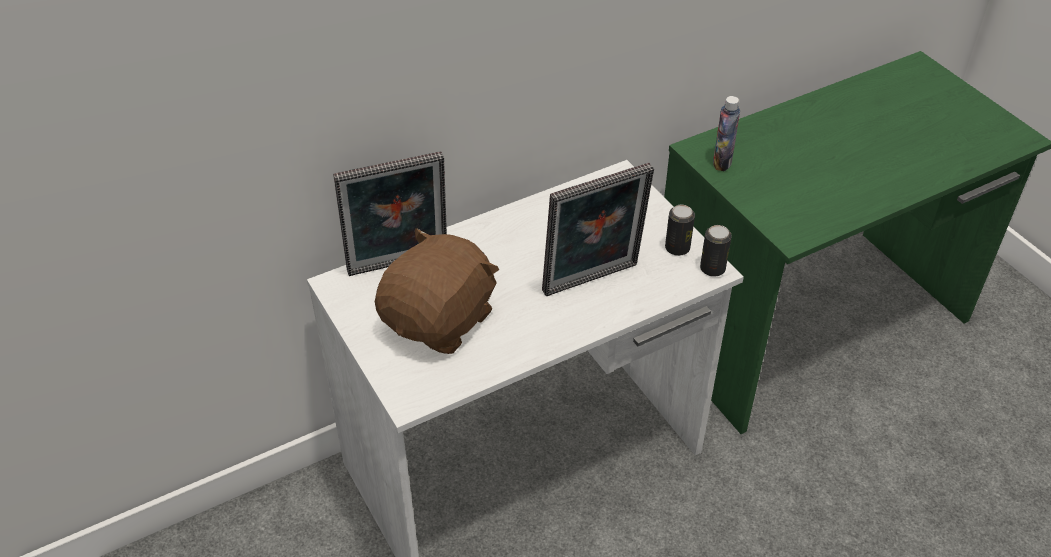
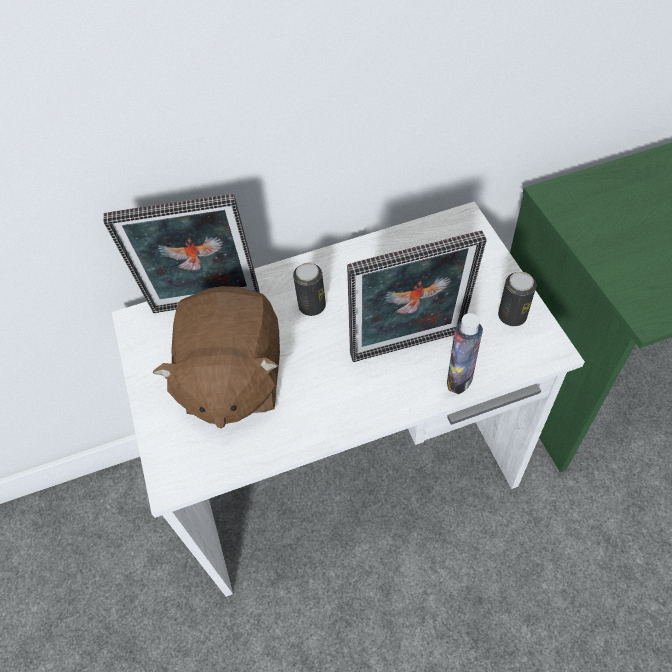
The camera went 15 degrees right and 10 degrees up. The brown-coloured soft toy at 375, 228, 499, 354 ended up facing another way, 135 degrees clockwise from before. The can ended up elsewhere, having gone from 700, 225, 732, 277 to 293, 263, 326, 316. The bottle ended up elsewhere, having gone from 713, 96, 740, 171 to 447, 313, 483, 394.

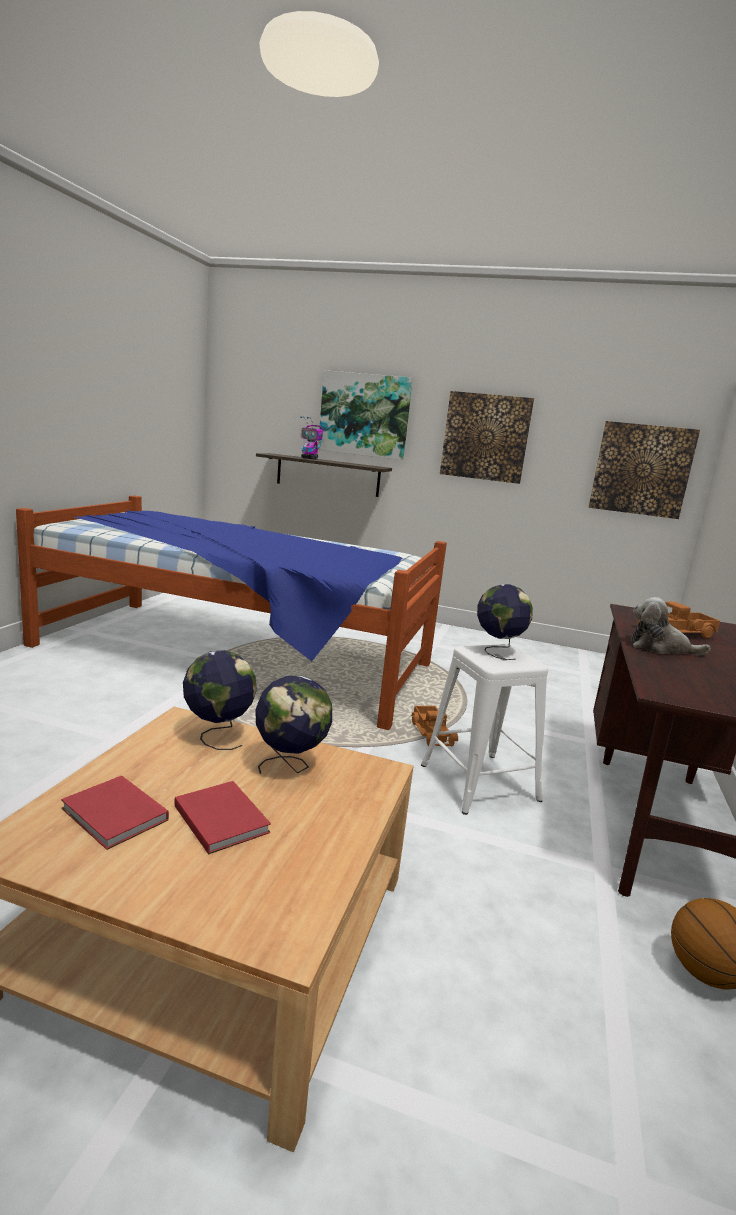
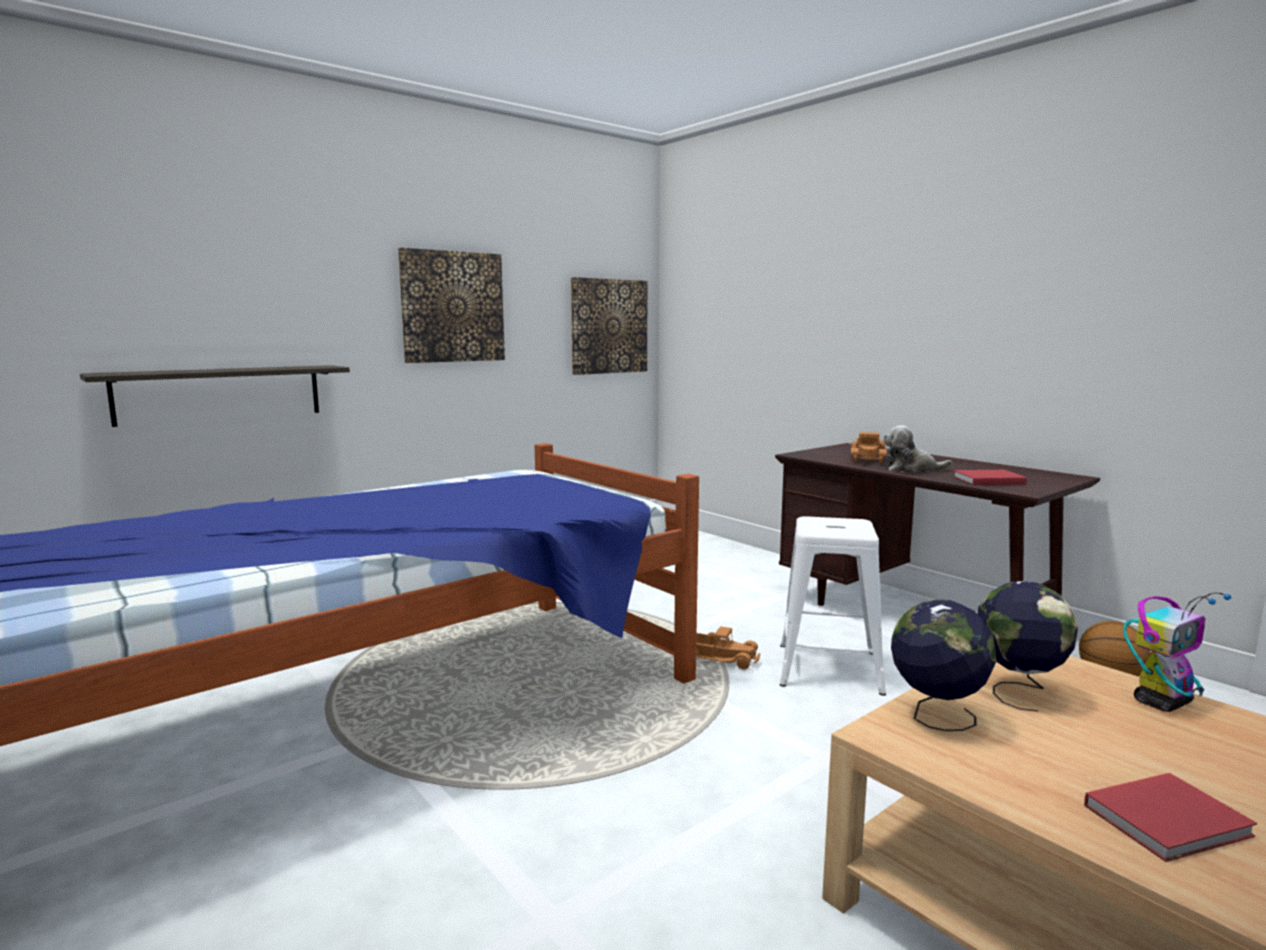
The camera went 55 degrees left and 5 degrees down. The soft toy at 631, 597, 711, 655 ended up facing another way, 45 degrees clockwise from before. The reddish book ended up elsewhere, having gone from 175, 781, 271, 854 to 953, 470, 1027, 485. The robot figure ended up elsewhere, having gone from 300, 416, 323, 460 to 1123, 592, 1231, 712. The second view lost the wall picture at 318, 370, 413, 460. The second view lost the desk globe at 477, 584, 533, 660.

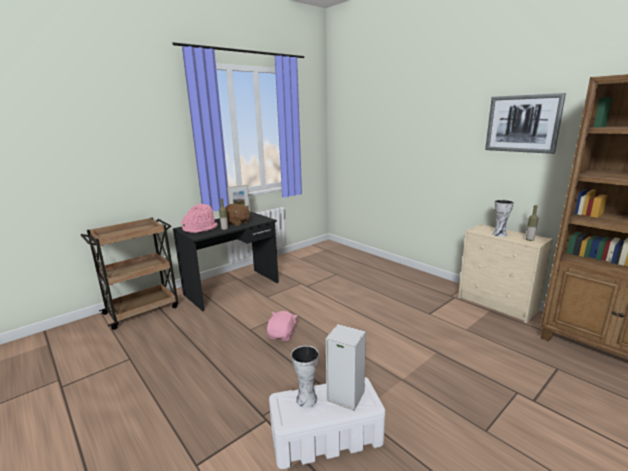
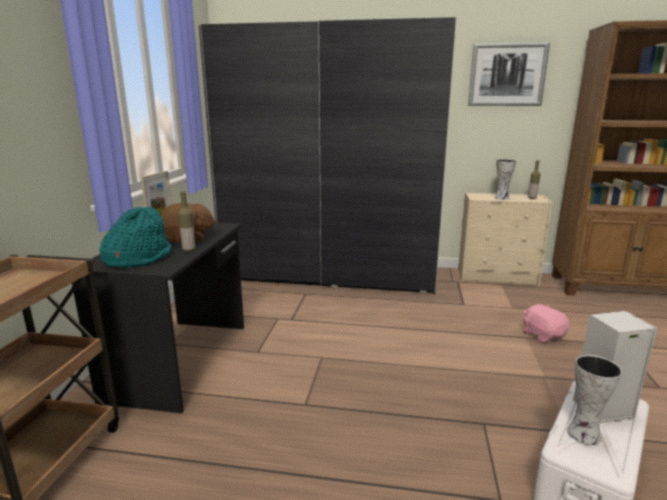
The camera went 40 degrees left and 0 degrees up. What was the pink hat at 181, 204, 218, 233 turned into the turquoise hat at 99, 207, 172, 267. The second view gained the gray wardrobe at 199, 17, 457, 294. The pink soft toy ended up elsewhere, having gone from 267, 311, 297, 341 to 523, 304, 569, 343.

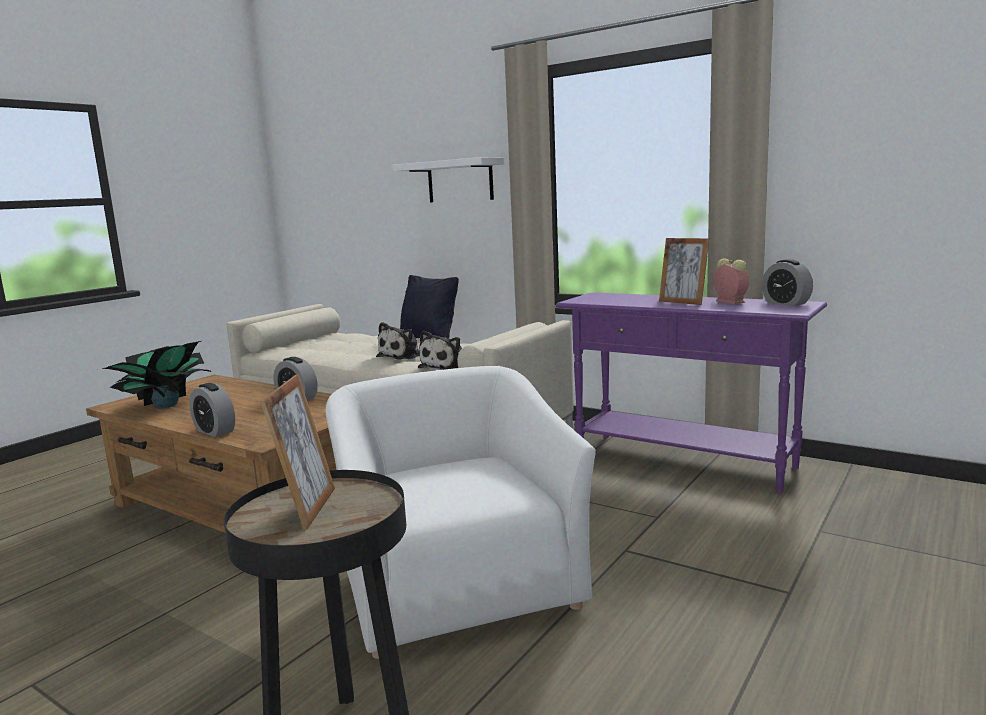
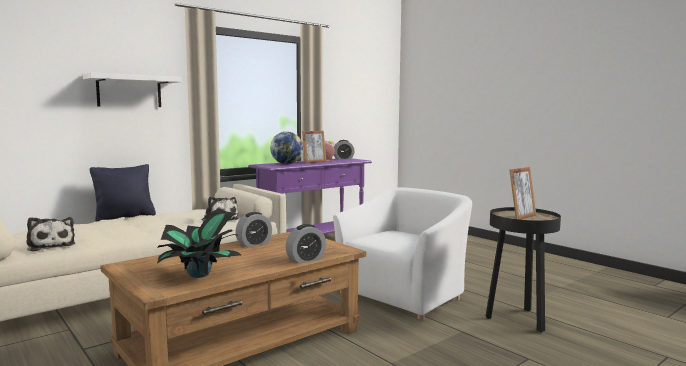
The camera went 75 degrees left and 5 degrees down. The soft toy ended up elsewhere, having gone from 376, 322, 420, 360 to 26, 217, 75, 252. The second view gained the desk globe at 270, 132, 303, 164. The whitish armchair at 326, 366, 596, 659 ended up facing another way, 135 degrees clockwise from before. The standing frame at 260, 374, 335, 530 ended up facing another way, 120 degrees clockwise from before.

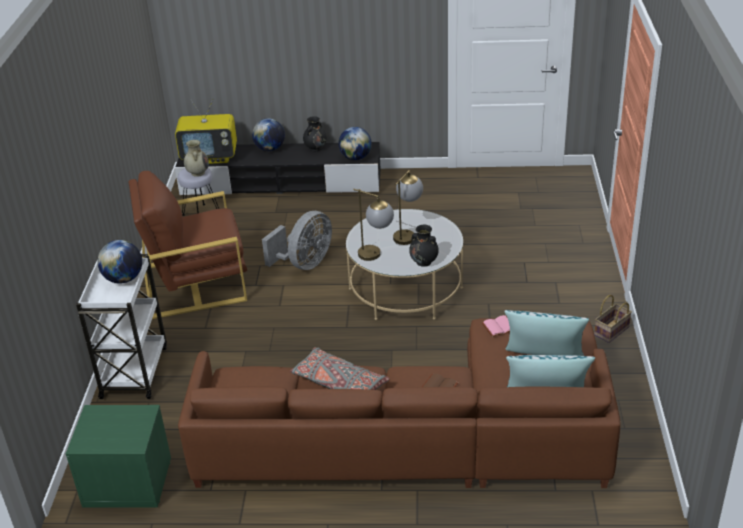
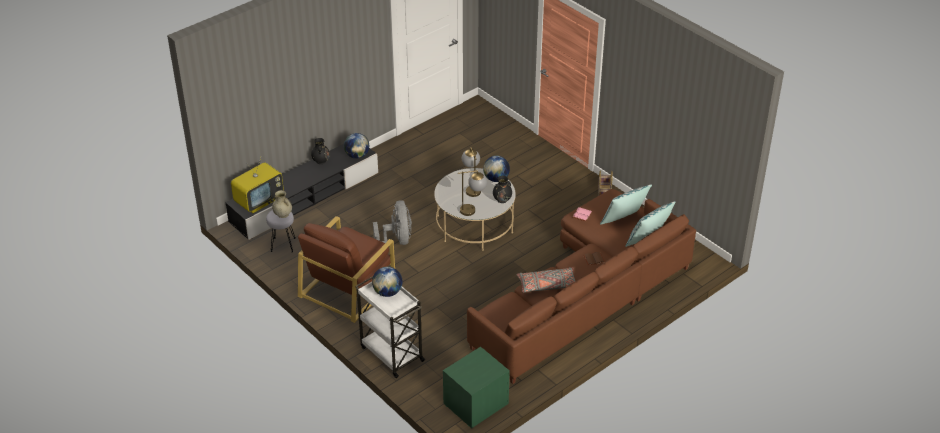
The camera went 45 degrees left and 5 degrees up. The desk globe ended up elsewhere, having gone from 252, 118, 285, 151 to 483, 156, 510, 182.

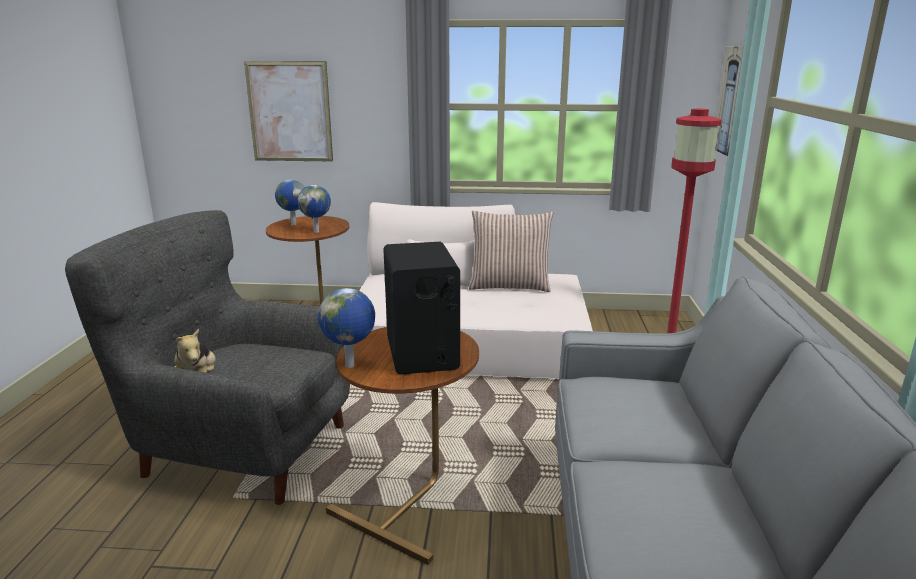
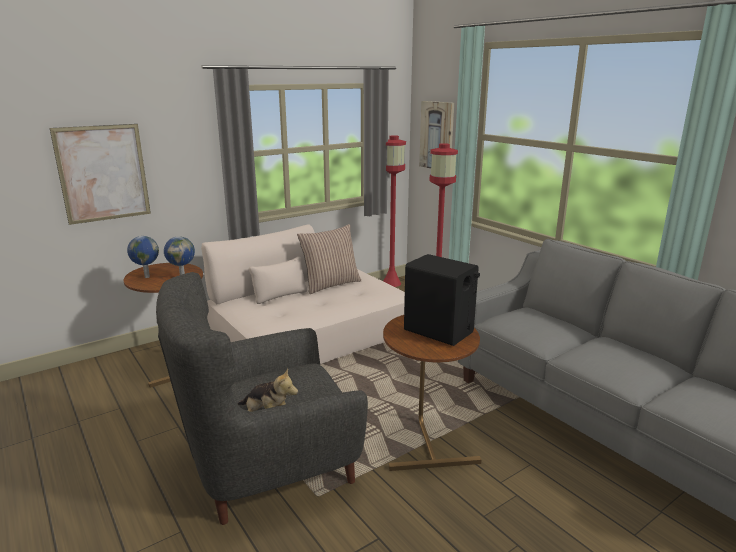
The camera went 40 degrees left and 0 degrees up. The second view gained the reddish standard lamp at 384, 135, 406, 287. The second view lost the desk globe at 318, 288, 375, 368.

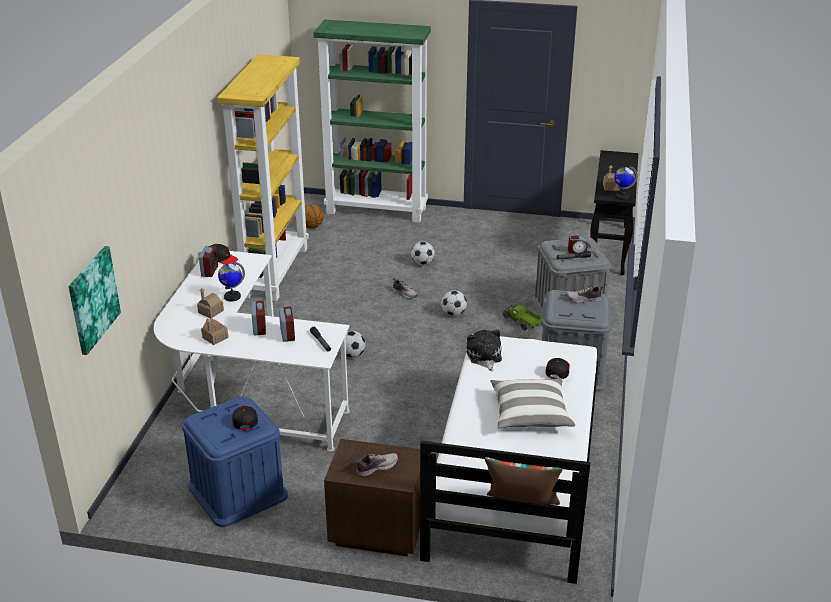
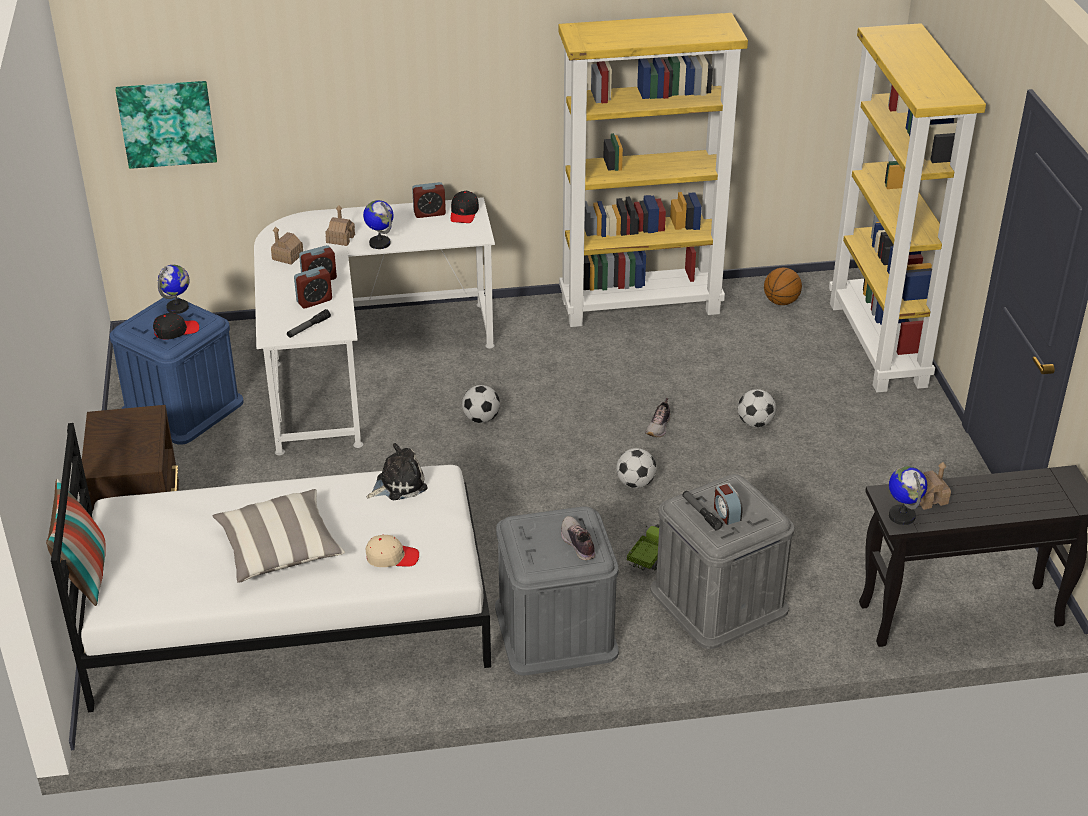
The camera went 70 degrees right and 5 degrees up. The second view gained the desk globe at 158, 265, 190, 314. What was the blackish baseball cap at 545, 358, 570, 379 turned into the sand-coloured baseball cap at 366, 535, 419, 567. What was the green shelving unit at 313, 20, 431, 222 turned into the yellowish shelving unit at 829, 23, 986, 393. The second view lost the item of footwear at 355, 453, 398, 476.

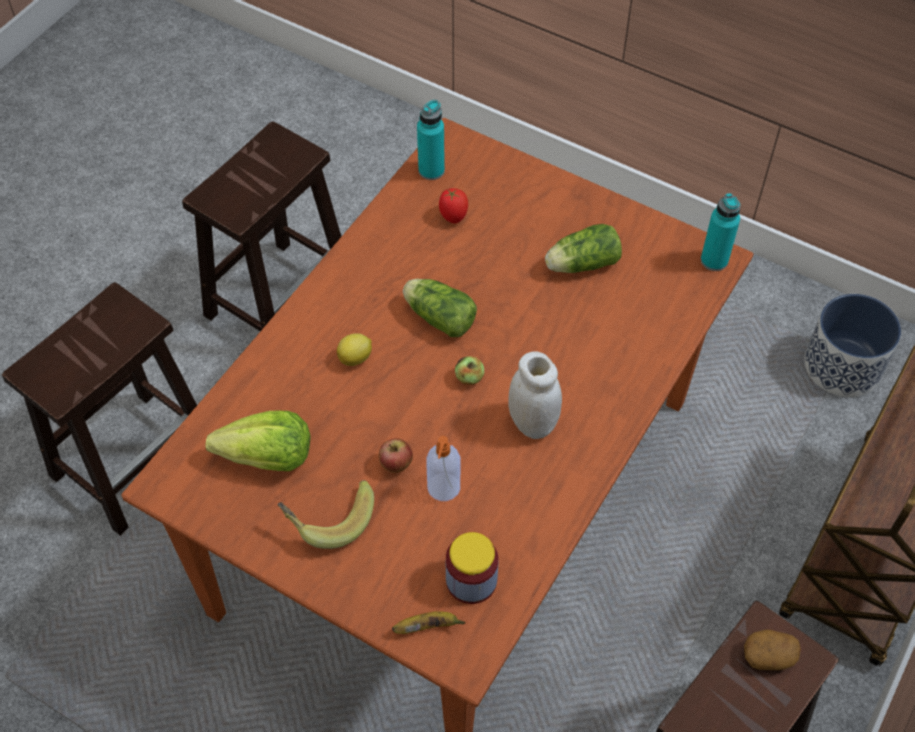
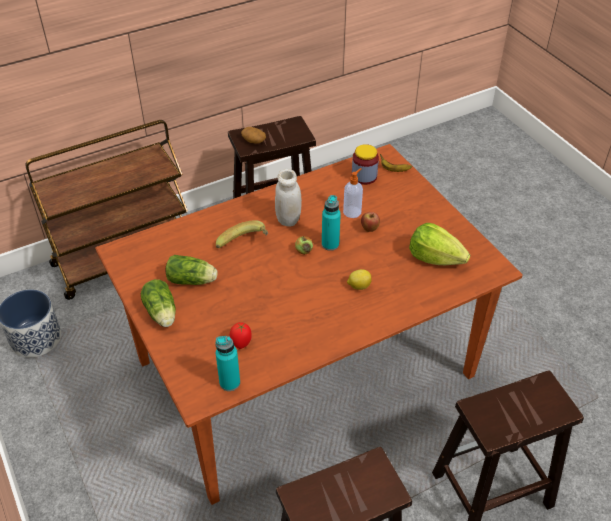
The camera went 150 degrees left and 10 degrees down. The lettuce head ended up elsewhere, having gone from 403, 279, 477, 337 to 141, 279, 176, 327. The whole banana ended up elsewhere, having gone from 278, 480, 374, 549 to 216, 220, 268, 248. The turquoise bottle ended up elsewhere, having gone from 701, 193, 740, 271 to 322, 195, 341, 251.

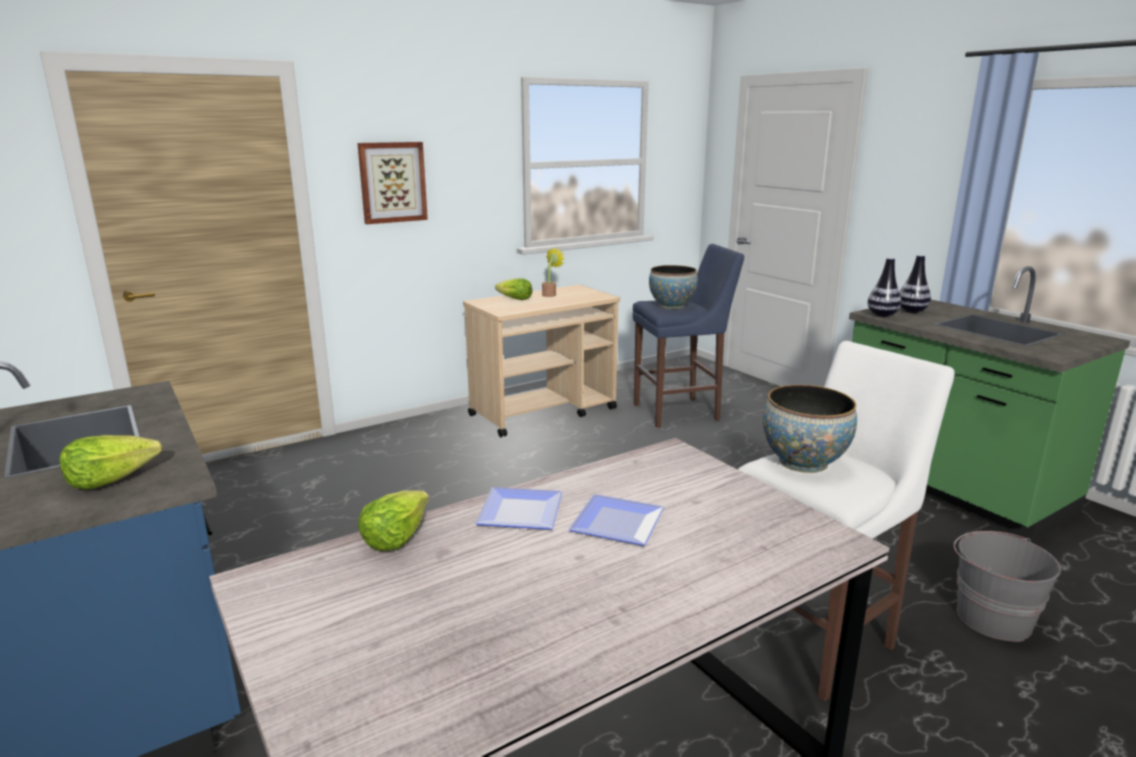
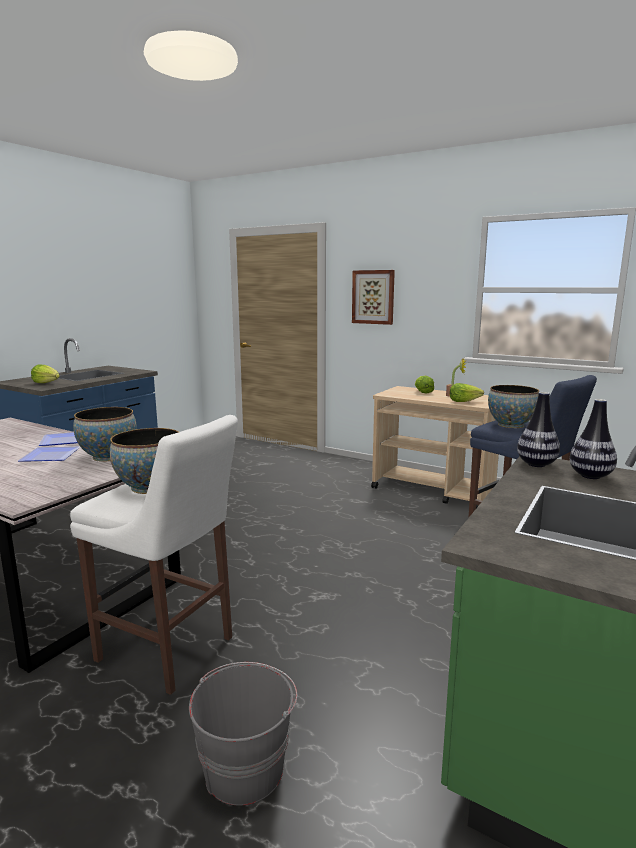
The camera went 65 degrees right and 5 degrees down. The second view gained the serving bowl at 73, 407, 137, 462. The lettuce head ended up elsewhere, having gone from 358, 491, 429, 551 to 450, 383, 484, 402.

